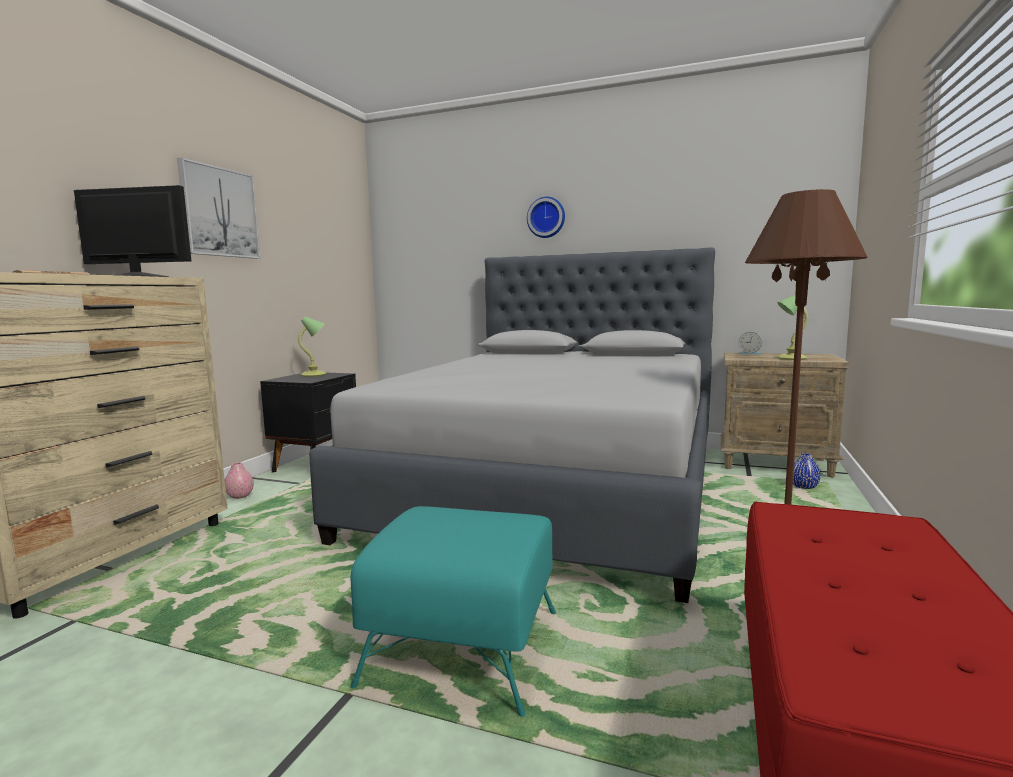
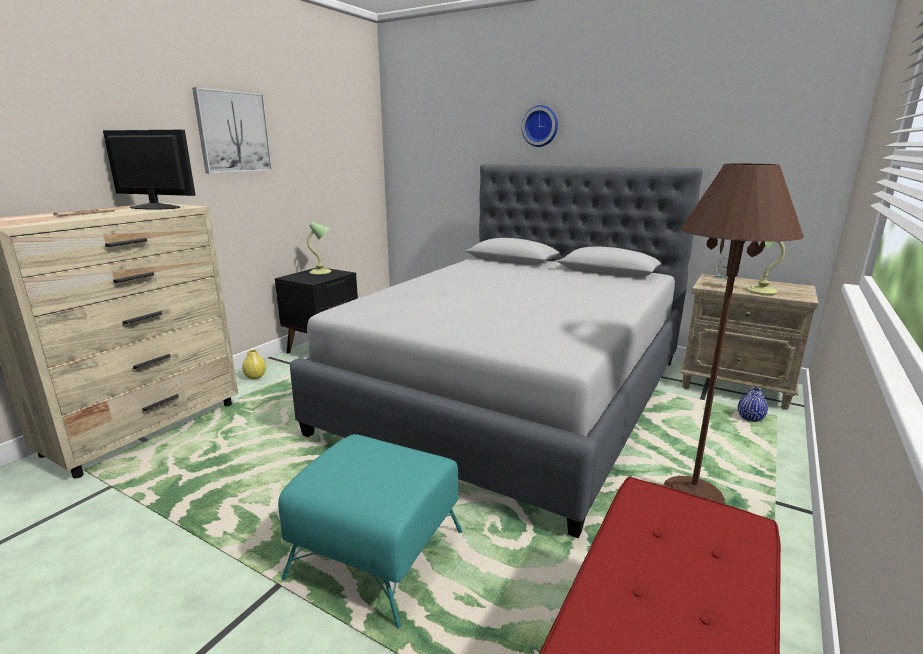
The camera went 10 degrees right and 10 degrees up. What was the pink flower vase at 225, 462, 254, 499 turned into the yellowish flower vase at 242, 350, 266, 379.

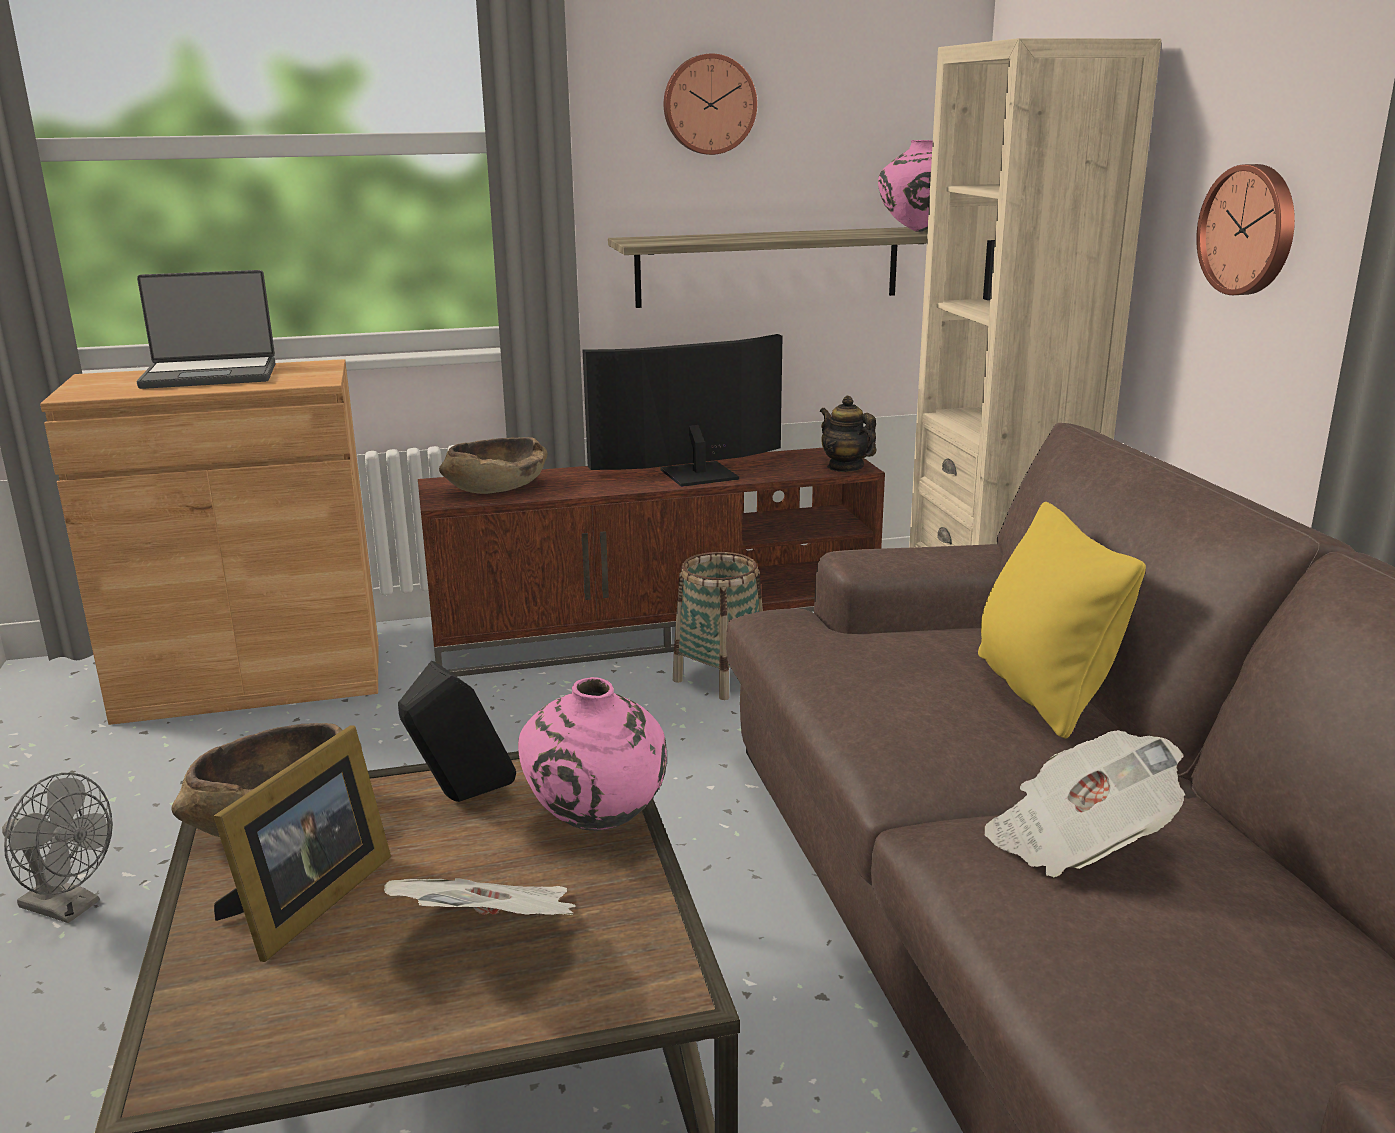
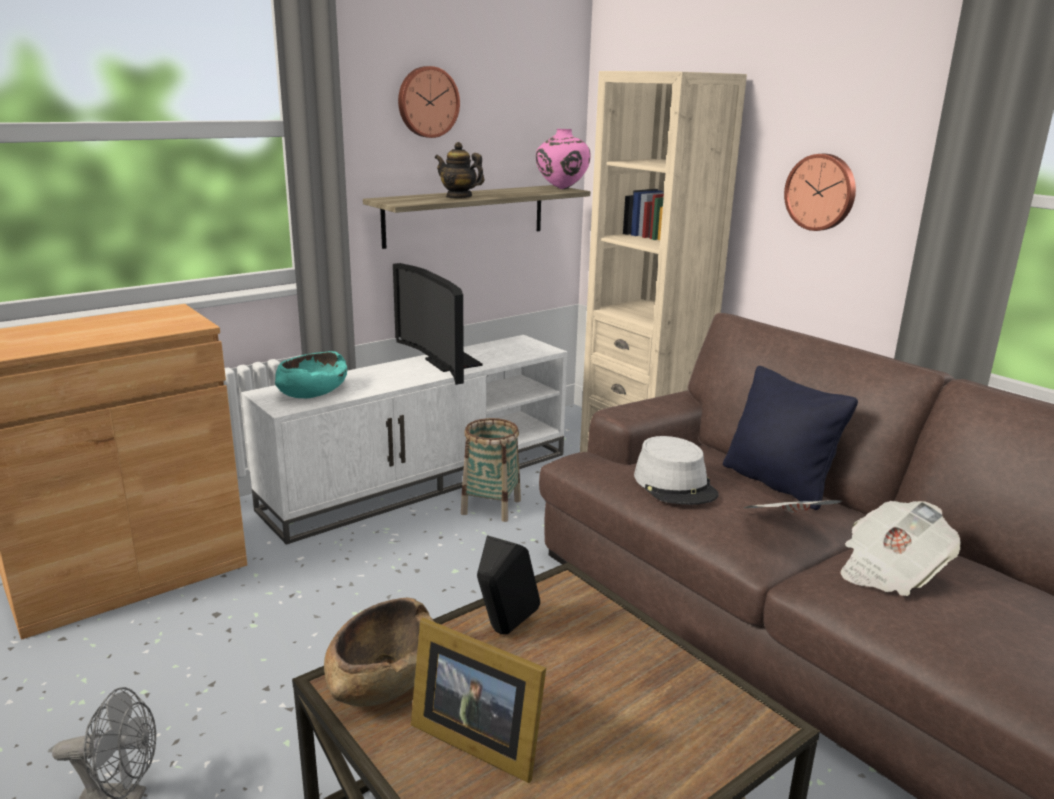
The camera went 25 degrees left and 0 degrees up. What was the brown-coloured media console at 418, 448, 885, 677 turned into the whitish media console at 241, 335, 567, 545. What was the brown-coloured serving bowl at 439, 437, 548, 494 turned into the turquoise serving bowl at 275, 351, 347, 398. The TV set at 582, 334, 782, 487 ended up facing another way, 75 degrees counterclockwise from before. The standing frame at 213, 725, 391, 962 ended up facing another way, 120 degrees clockwise from before. The tea pot ended up elsewhere, having gone from 820, 396, 876, 472 to 435, 142, 484, 199. The second view gained the gray hat at 634, 436, 718, 505. What was the yellowish throw pillow at 978, 502, 1146, 738 turned into the blackish throw pillow at 723, 366, 858, 510. The daily paper ended up elsewhere, having gone from 384, 878, 576, 915 to 743, 500, 842, 514. The second view lost the notebook computer at 137, 270, 276, 389. The second view lost the pink flower vase at 518, 677, 667, 831.

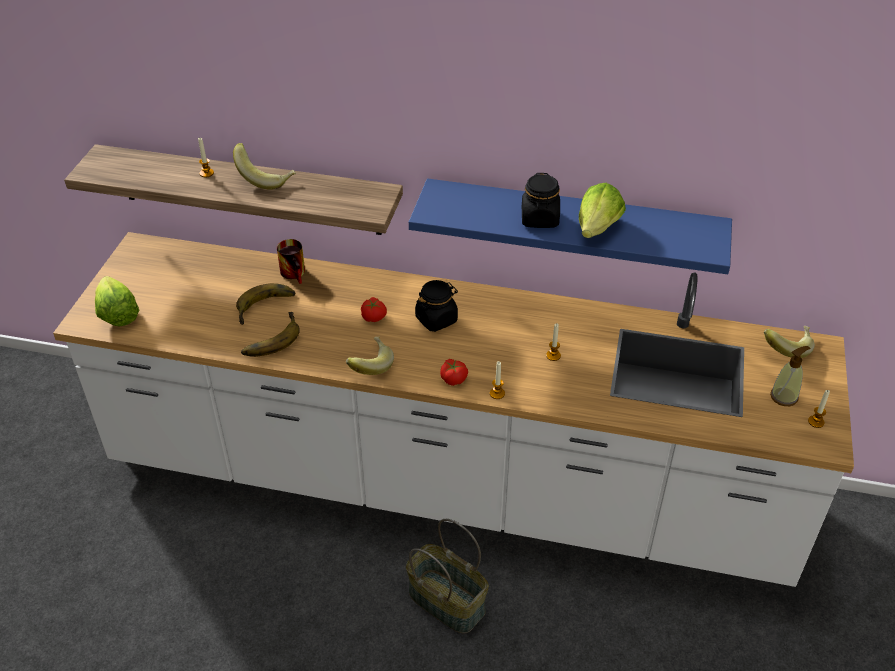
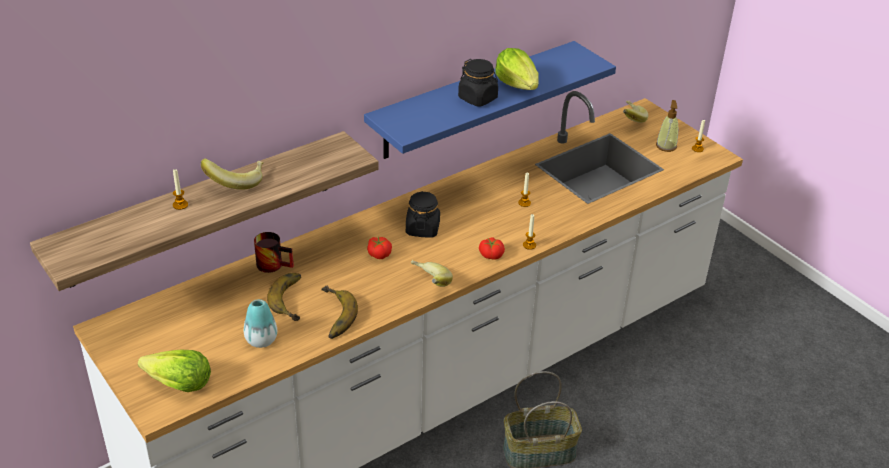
The camera went 50 degrees left and 5 degrees down. The second view gained the flower vase at 244, 299, 277, 348.

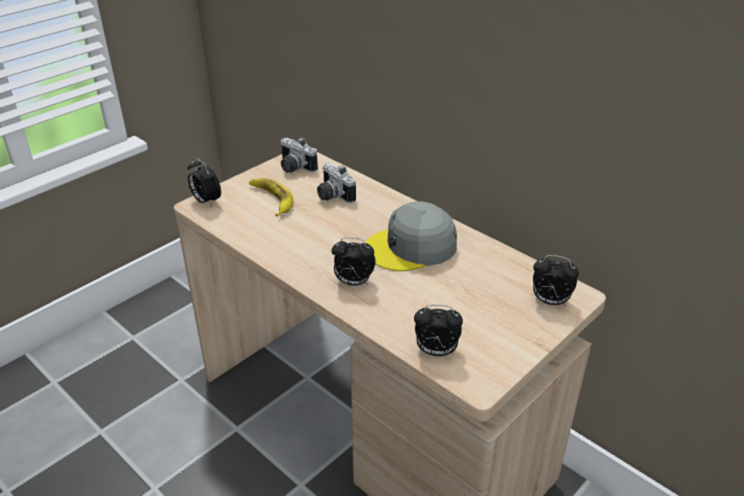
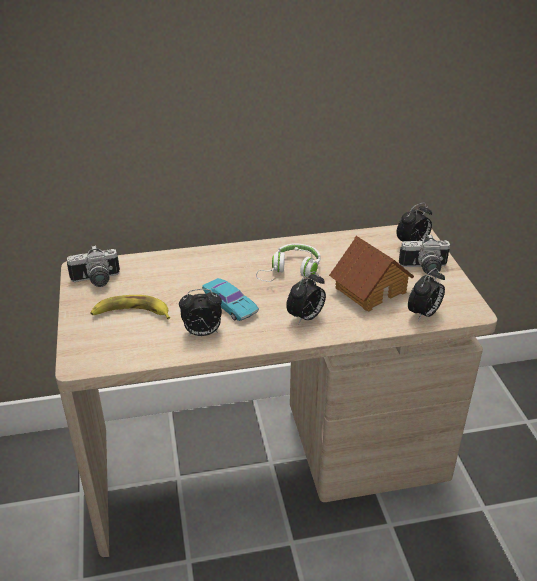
The camera went 55 degrees left and 0 degrees up. The alarm clock ended up elsewhere, having gone from 187, 158, 221, 206 to 179, 289, 222, 336. The second view gained the turquoise miniature car at 202, 278, 259, 321. Where the gray baseball cap stood at 365, 201, 457, 271, the whitish headphones came to stand at 256, 244, 321, 282. The second view gained the toy house at 329, 236, 414, 312. The still camera ended up elsewhere, having gone from 317, 163, 356, 203 to 399, 234, 450, 274.

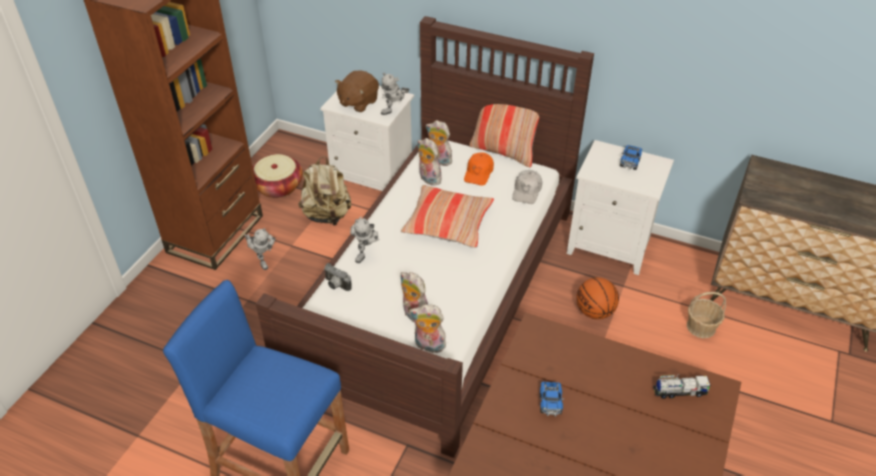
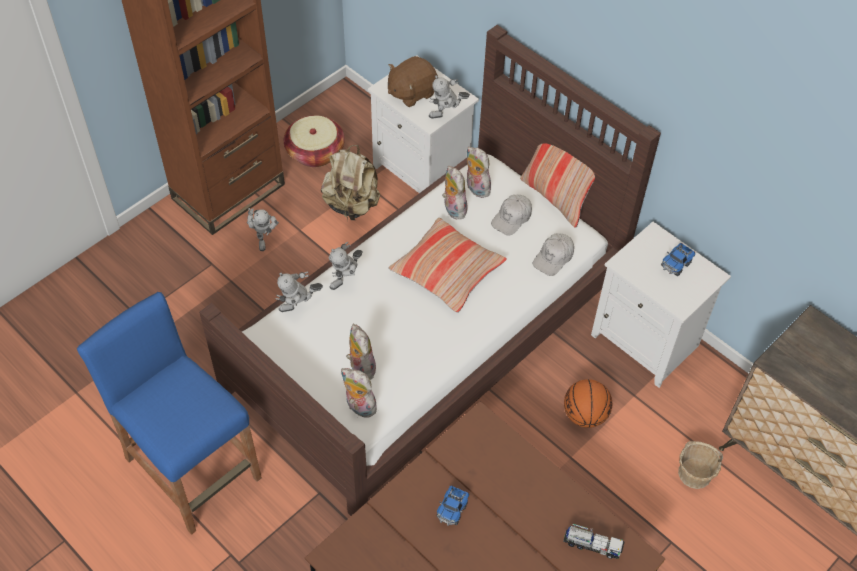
The camera went 20 degrees right and 10 degrees up. Where the still camera stood at 324, 263, 352, 291, the robot figure came to stand at 275, 272, 323, 312. What was the orange-coloured baseball cap at 464, 152, 494, 186 turned into the whitish baseball cap at 491, 195, 532, 236.

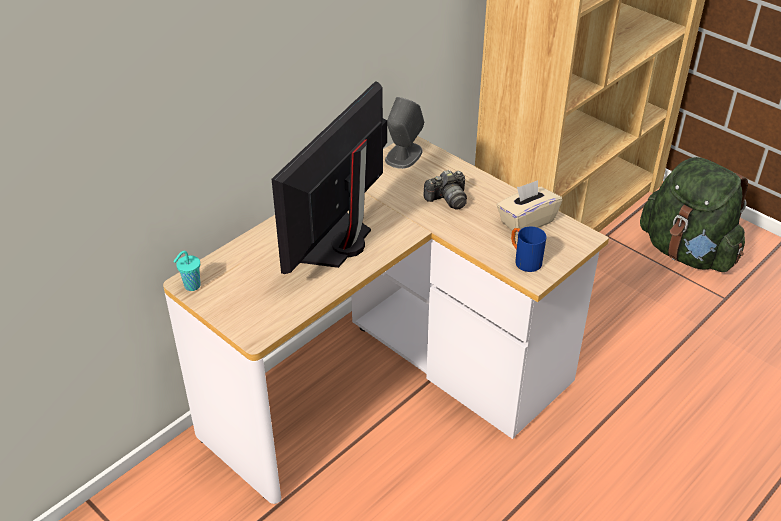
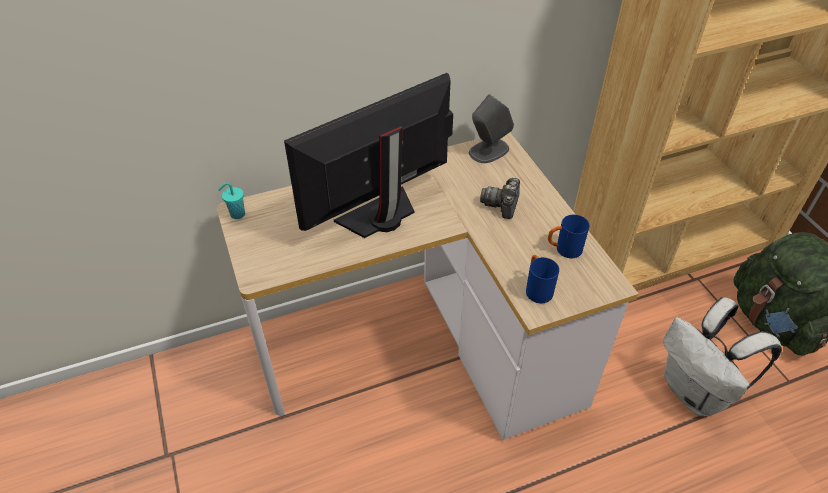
The camera went 25 degrees right and 5 degrees up. The still camera at 424, 170, 467, 210 ended up facing another way, 105 degrees clockwise from before. Where the sand-coloured tissue holder stood at 497, 180, 562, 236, the bluish mug came to stand at 548, 215, 590, 258. The second view gained the whitish backpack at 664, 297, 782, 416.

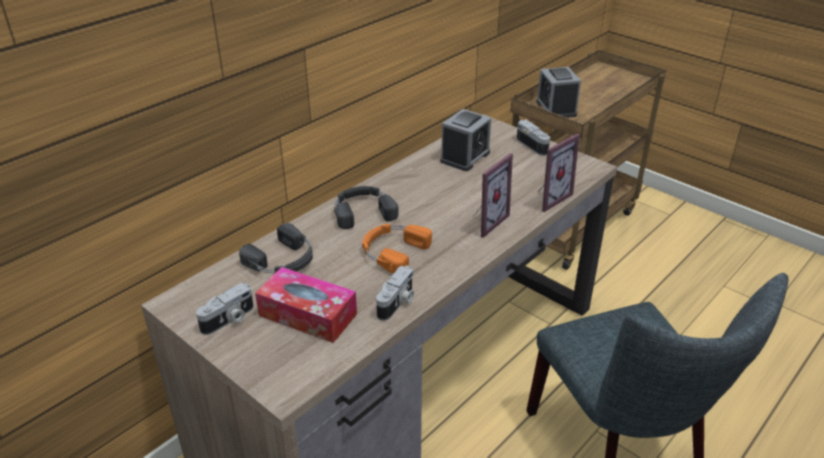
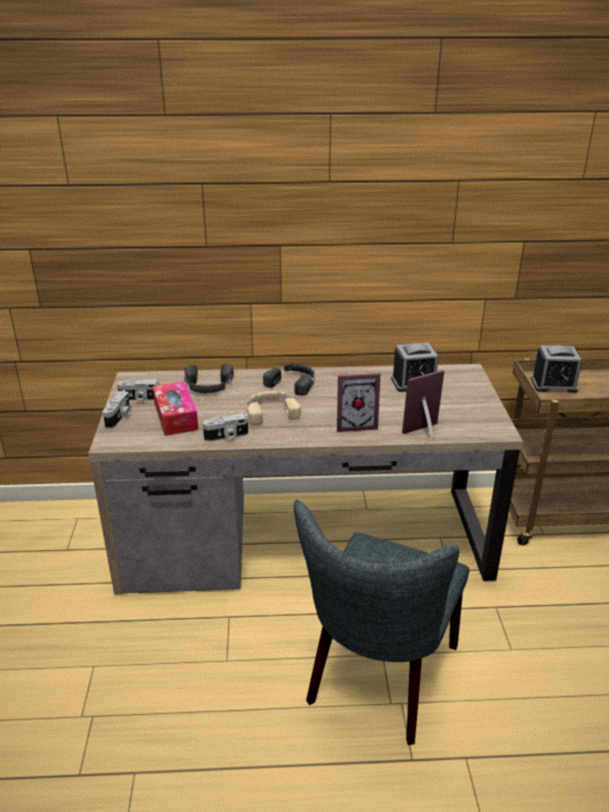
The camera went 45 degrees right and 5 degrees down. The still camera ended up elsewhere, having gone from 517, 119, 550, 156 to 103, 390, 131, 429. What was the orange-coloured headphones at 362, 224, 432, 274 turned into the sand-coloured headphones at 247, 391, 301, 425. The standing frame at 538, 134, 580, 212 ended up facing another way, 150 degrees clockwise from before. The alarm clock at 536, 67, 581, 118 ended up facing another way, 120 degrees counterclockwise from before.

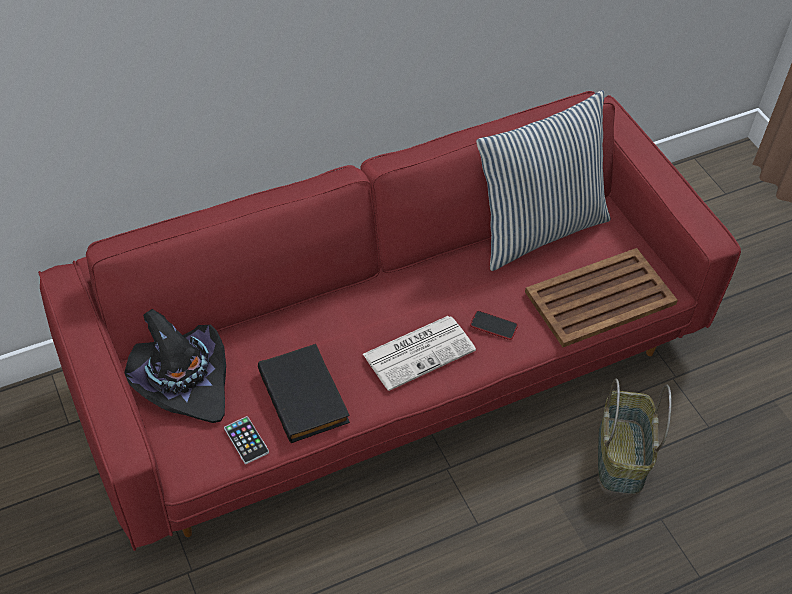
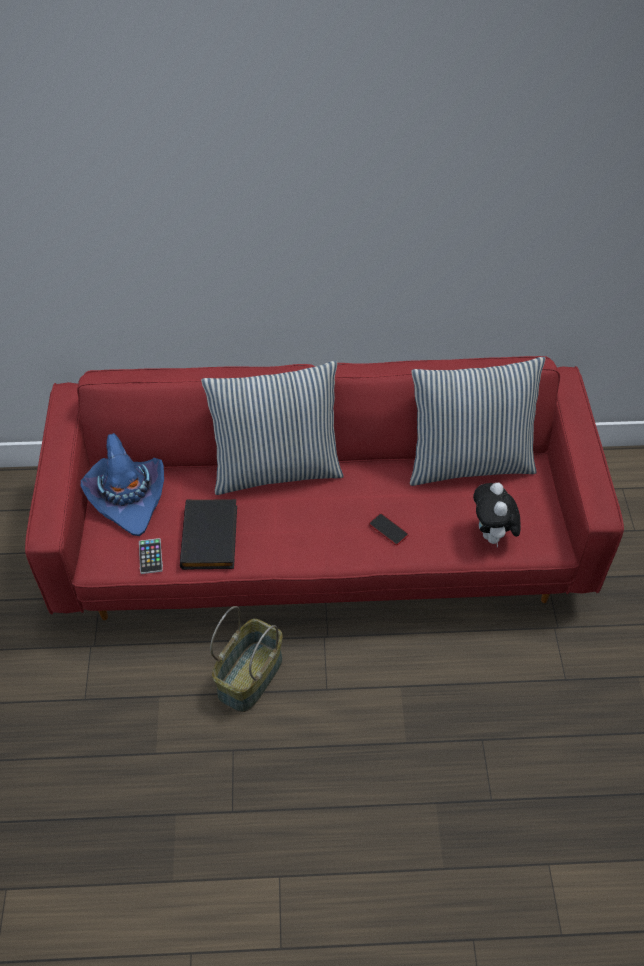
The camera went 25 degrees right and 0 degrees up. What was the blackish hat at 124, 309, 226, 423 turned into the bluish hat at 81, 433, 164, 536. The second view gained the throw pillow at 201, 361, 344, 495. The household basket ended up elsewhere, having gone from 598, 379, 671, 494 to 210, 606, 283, 712. Where the brown-coloured serving tray stood at 525, 248, 678, 347, the soft toy came to stand at 473, 483, 521, 547. The second view lost the daily paper at 363, 316, 476, 391.

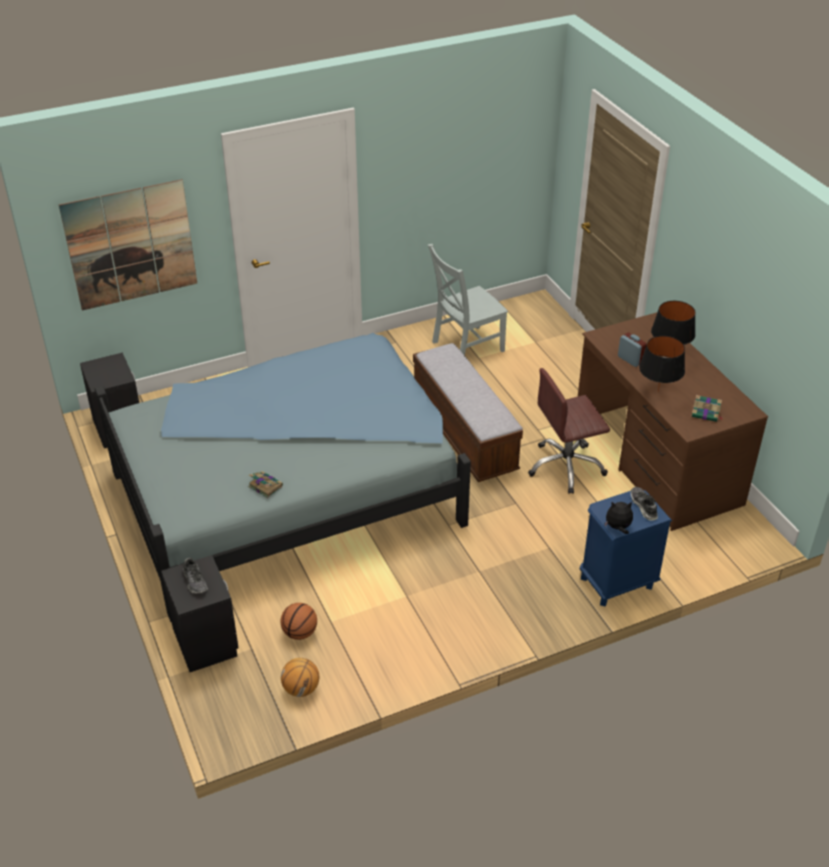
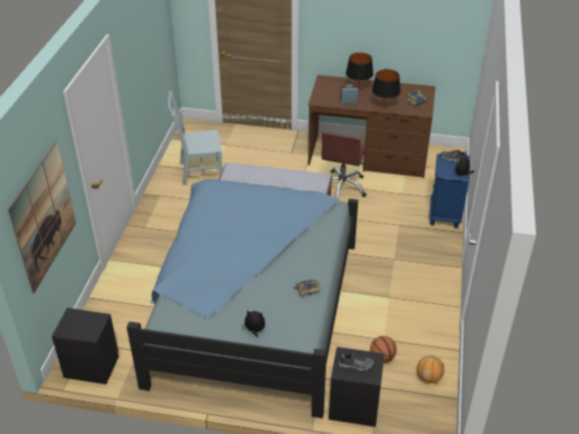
The camera went 55 degrees left and 0 degrees up. The gray plain chair at 428, 244, 508, 356 ended up facing another way, 75 degrees clockwise from before. The second view gained the soft toy at 242, 310, 265, 336.

